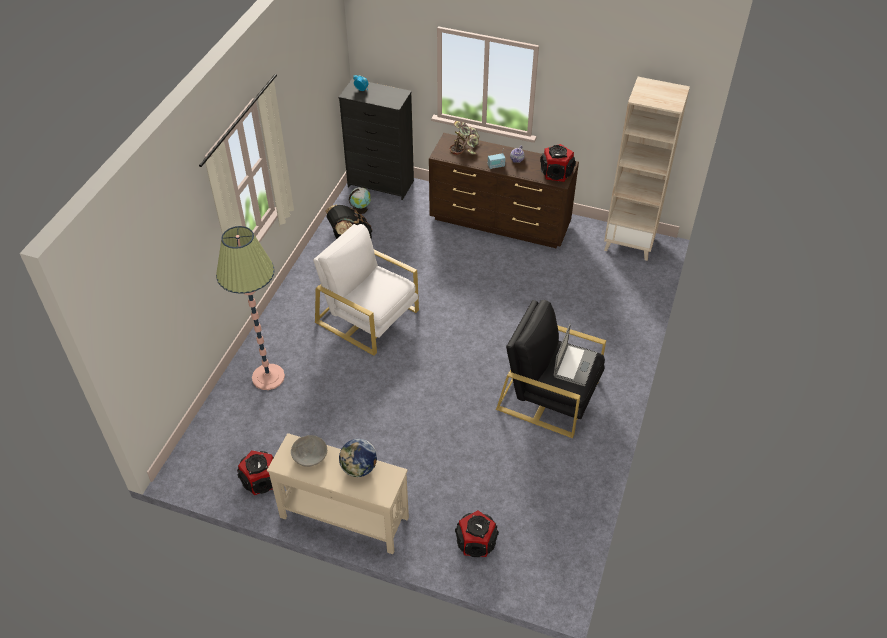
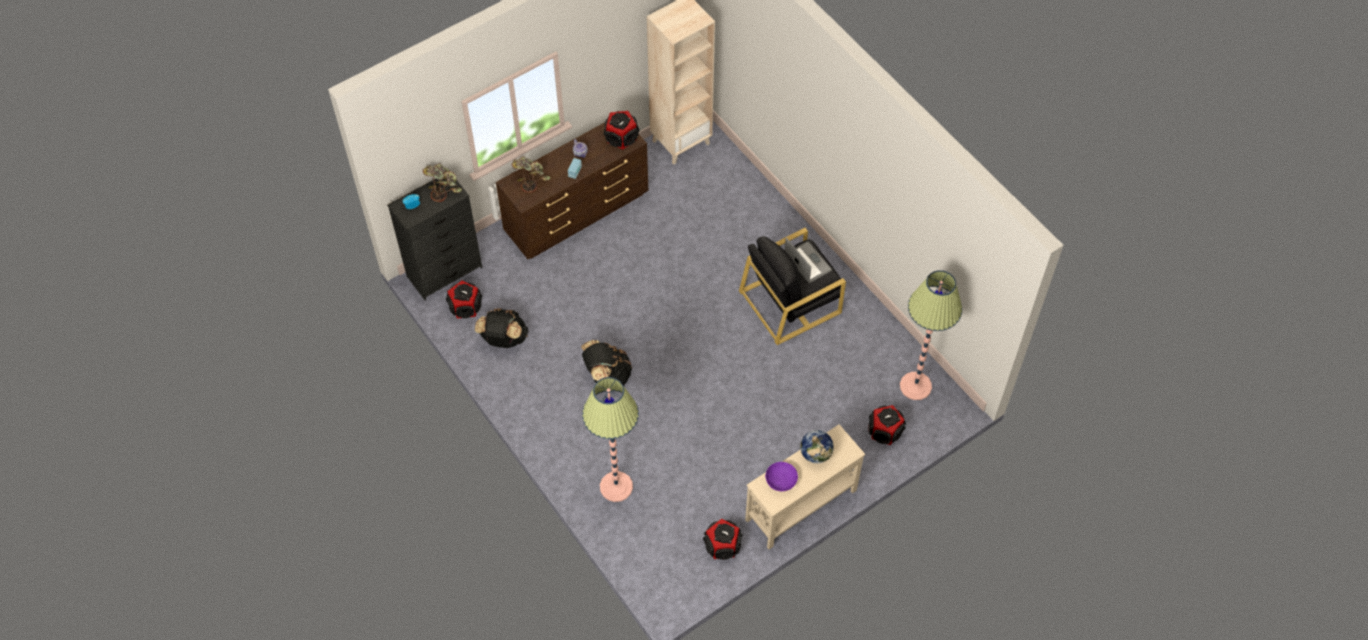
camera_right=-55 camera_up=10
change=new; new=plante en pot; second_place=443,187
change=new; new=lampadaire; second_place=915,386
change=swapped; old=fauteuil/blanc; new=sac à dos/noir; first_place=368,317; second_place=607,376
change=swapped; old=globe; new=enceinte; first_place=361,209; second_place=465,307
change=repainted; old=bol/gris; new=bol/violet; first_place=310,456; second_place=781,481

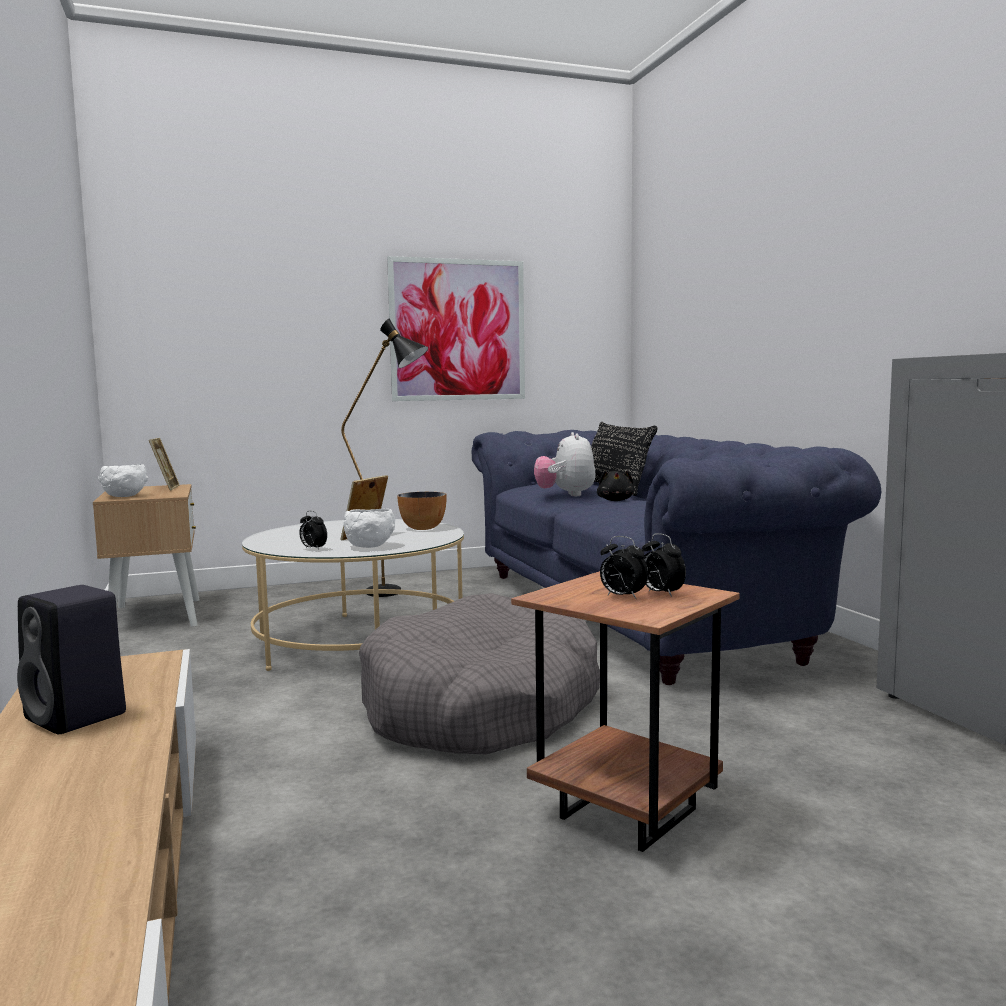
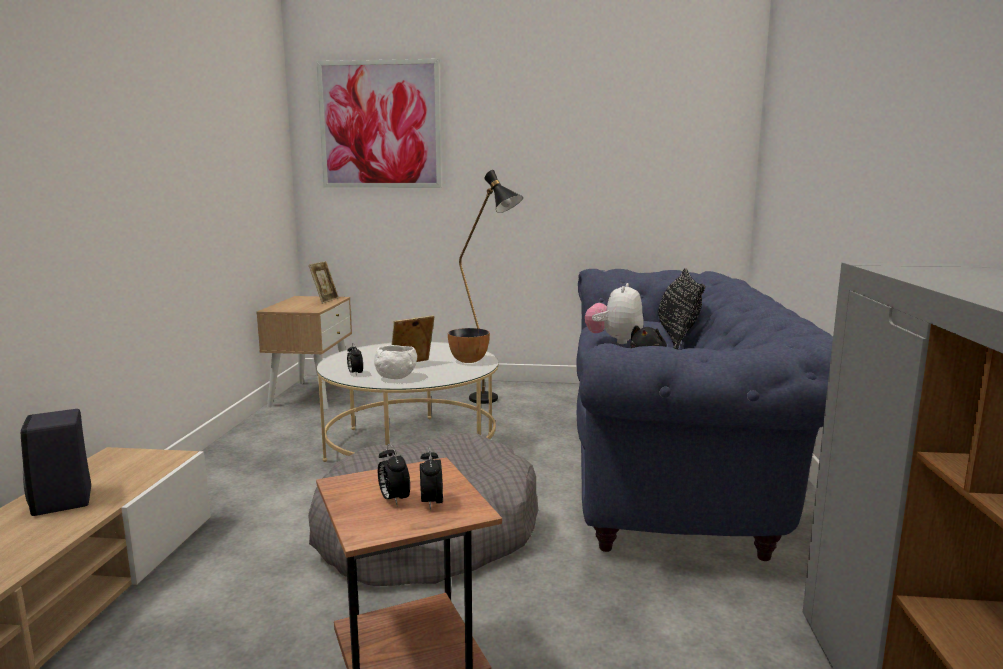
camera_right=25 camera_up=5
change=gone; old=bol/blanc; first_place=125,496
change=shifted; old=tableau; first_place=458,330; second_place=380,125

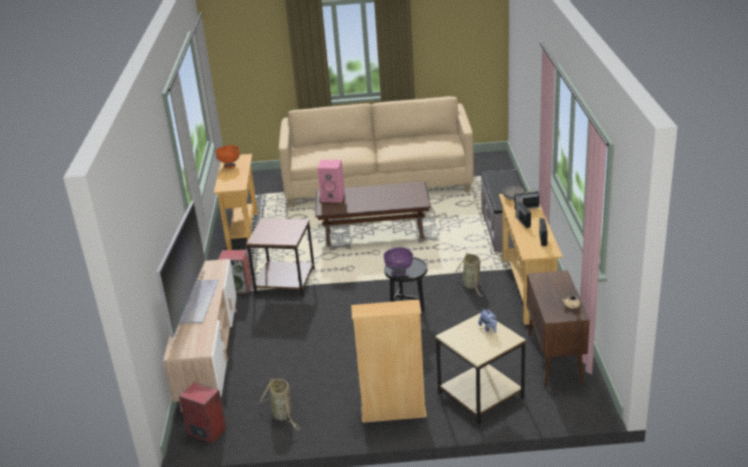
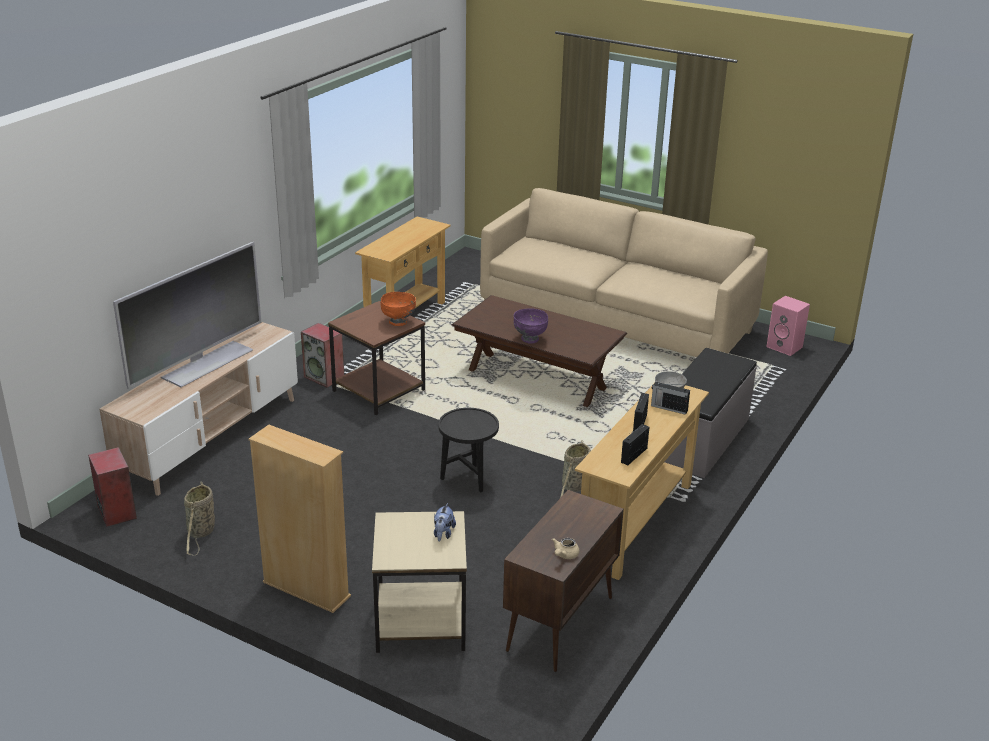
camera_right=30 camera_up=0
change=shifted; old=bol/orange; first_place=230,166; second_place=398,322
change=shifted; old=enceinte/rose; first_place=333,197; second_place=785,347
change=shifted; old=bol/violet; first_place=399,273; second_place=530,339

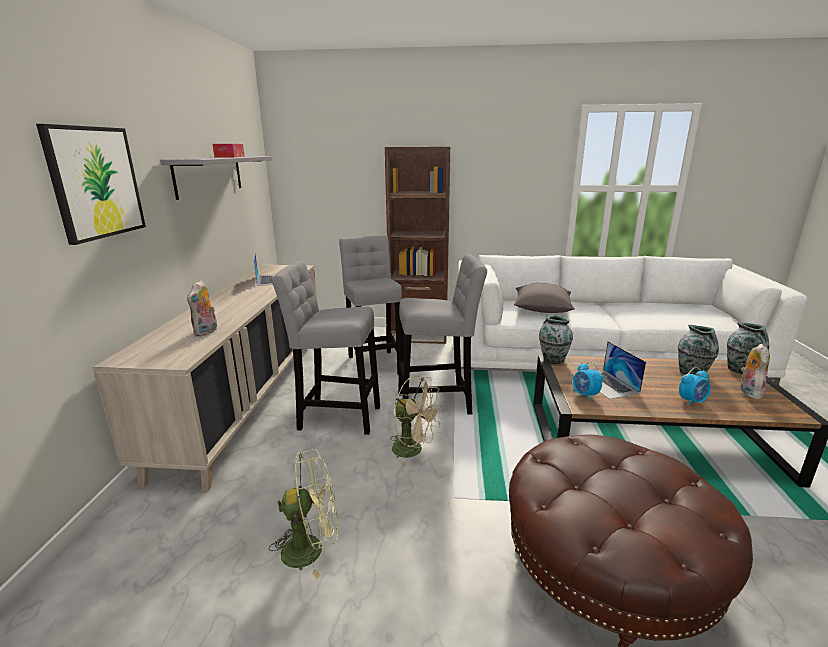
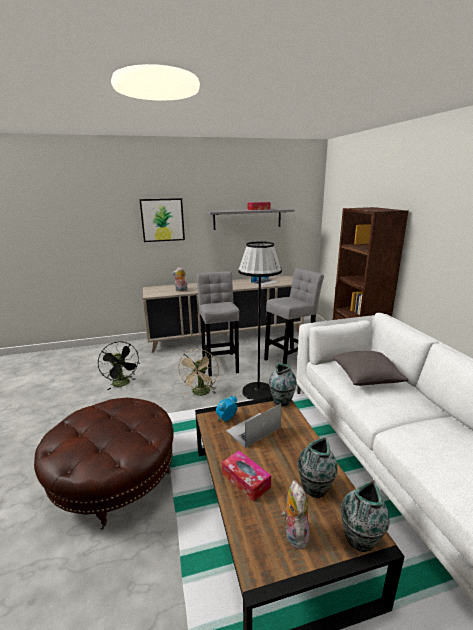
camera_right=70 camera_up=0
change=swapped; old=tabouret/gris; new=lampadaire/noir; first_place=438,403; second_place=258,391
change=swapped; old=réveil; new=boîte à mouchoirs; first_place=692,401; second_place=245,480
change=repainted; old=ventilateur/vert; new=ventilateur/noir; first_place=311,548; second_place=123,384
change=rotated; old=peluche; first_place=748,392; second_place=294,533; degrees=-90

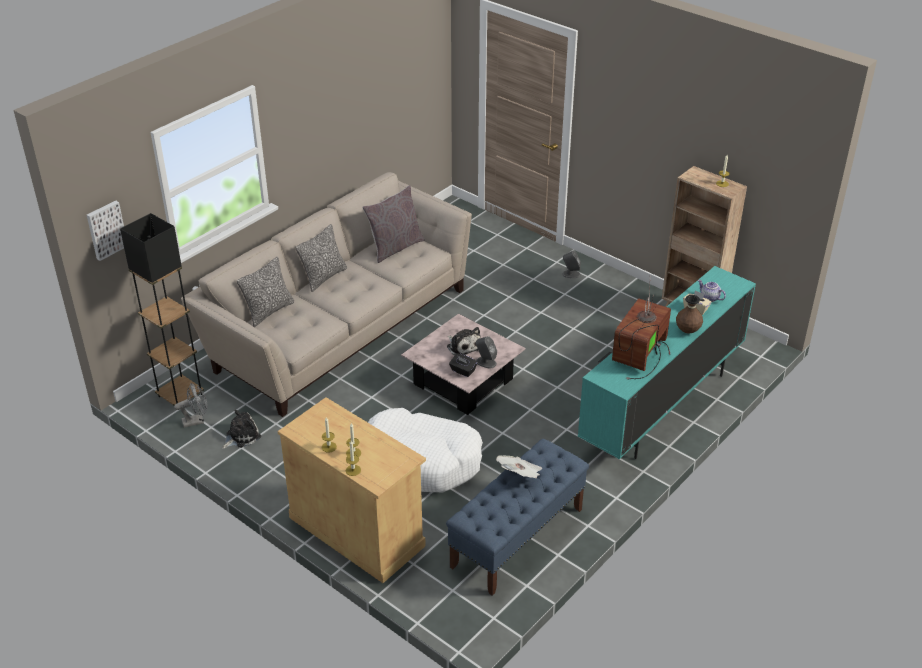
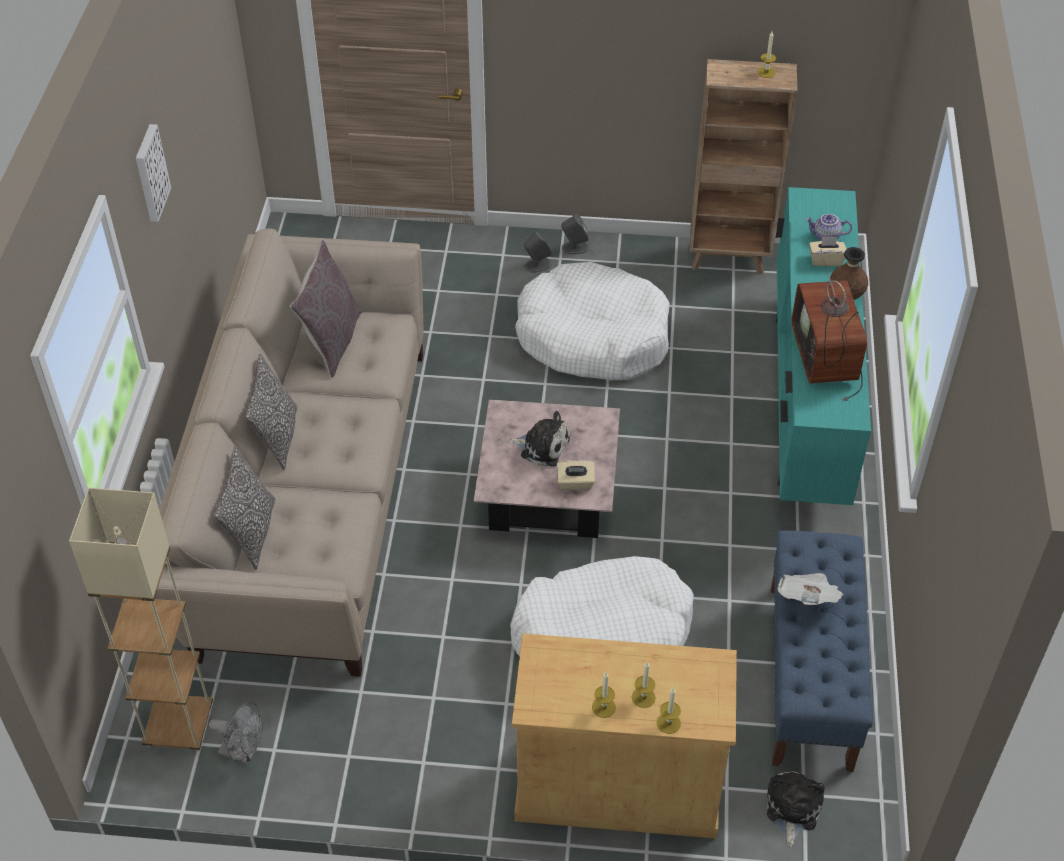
camera_right=-35 camera_up=10
change=new; new=panier pour chien/blanc; second_place=592,337
change=shifted; old=tableau; first_place=106,229; second_place=149,173
change=shifted; old=peluche; first_place=241,436; second_place=791,810
change=shifted; old=enceinte/gris; first_place=485,362; second_place=575,248
change=repainted; old=lampadaire/noir; new=lampadaire/beige; first_place=180,395; second_place=179,726
change=repainted; old=boîte à mouchoirs/noir; new=boîte à mouchoirs/beige; first_place=462,371; second_place=575,483
change=rotated; old=ventilateur/gris; first_place=196,421; second_place=243,753; degrees=75

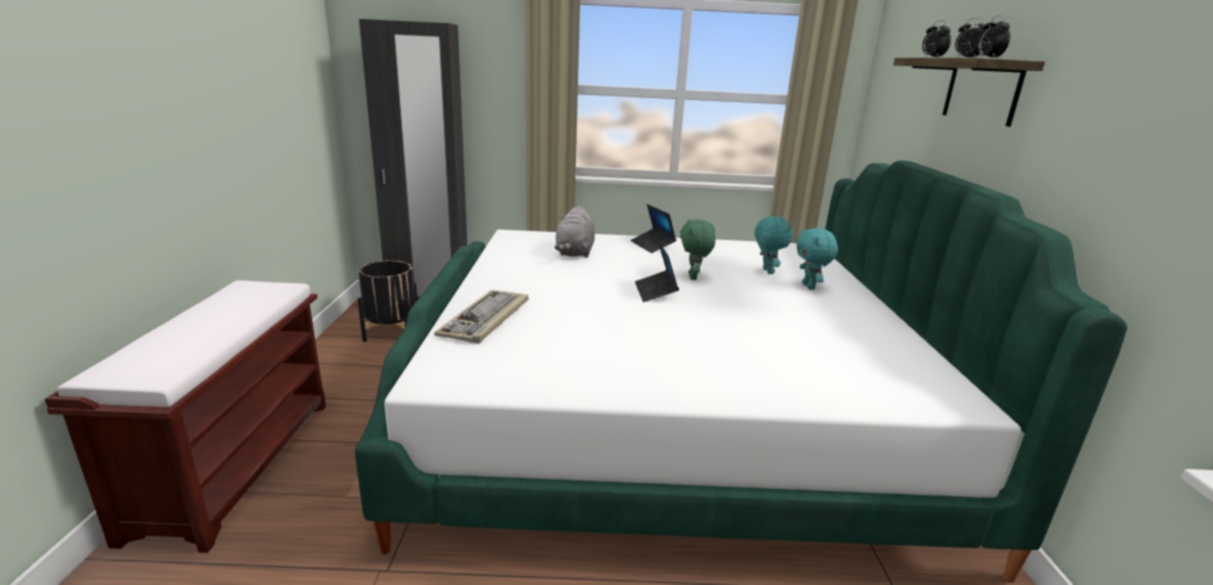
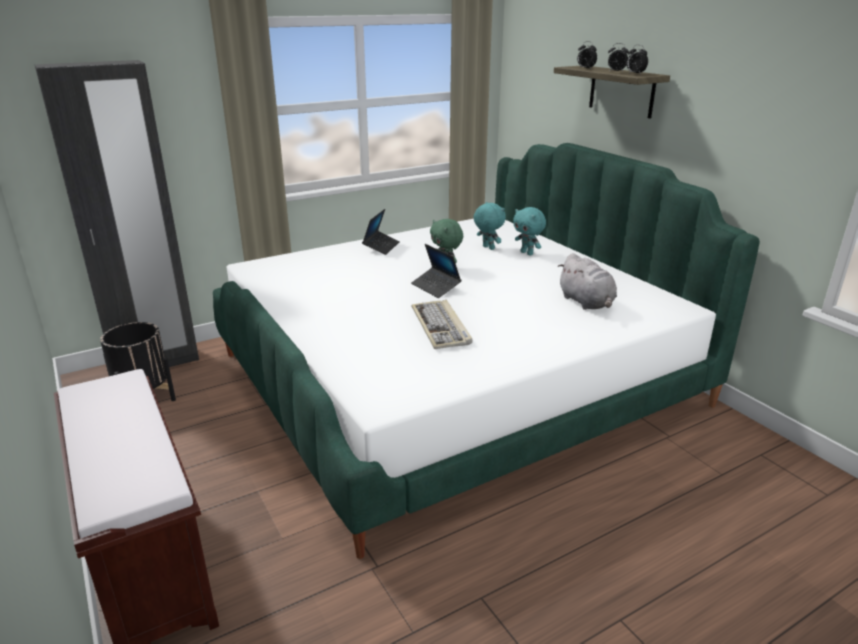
camera_right=-30 camera_up=5
change=shifted; old=clavier; first_place=486,319; second_place=441,327
change=shifted; old=peluche/gris; first_place=575,253; second_place=587,303
change=rotated; old=ordinateur portable; first_place=652,245; second_place=381,247; degrees=-105

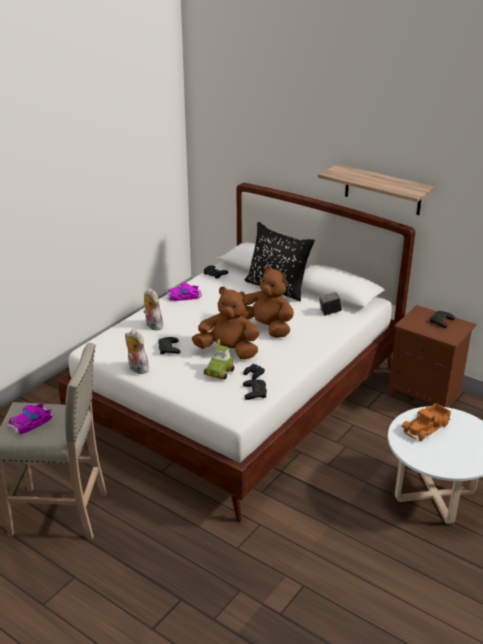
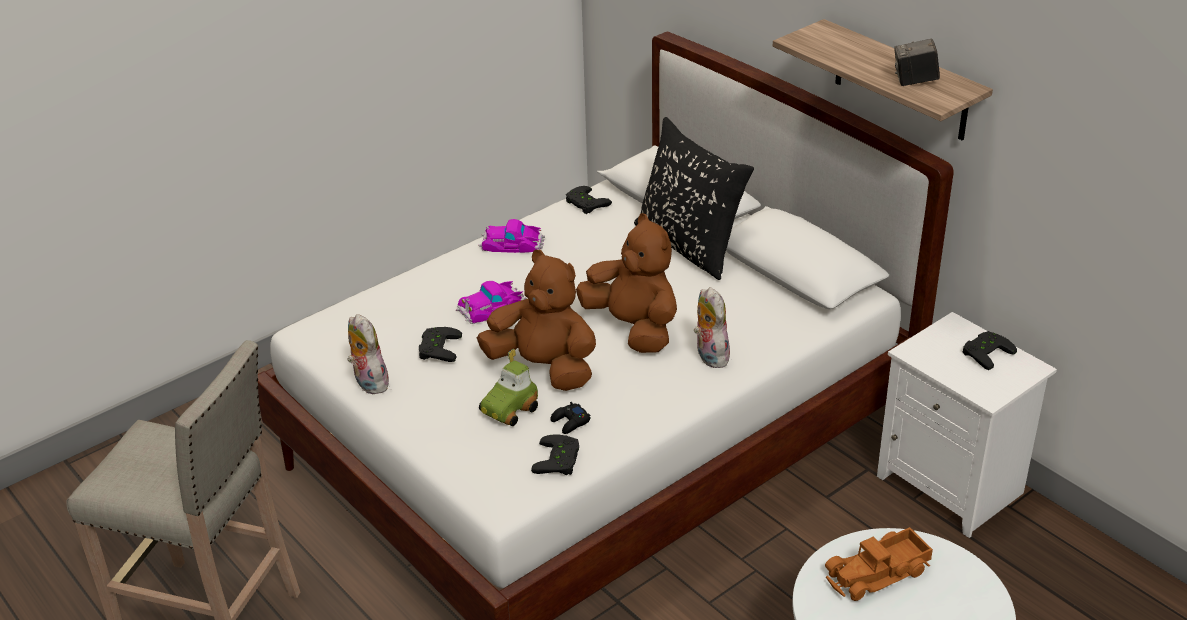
camera_right=15 camera_up=5
change=shifted; old=petite voiture; first_place=31,422; second_place=491,307
change=shifted; old=peluche; first_place=152,325; second_place=709,356
change=shifted; old=appareil photo; first_place=329,312; second_place=914,81
change=repainted; old=table de chevet/marron; new=table de chevet/blanc; first_place=426,394; second_place=953,486

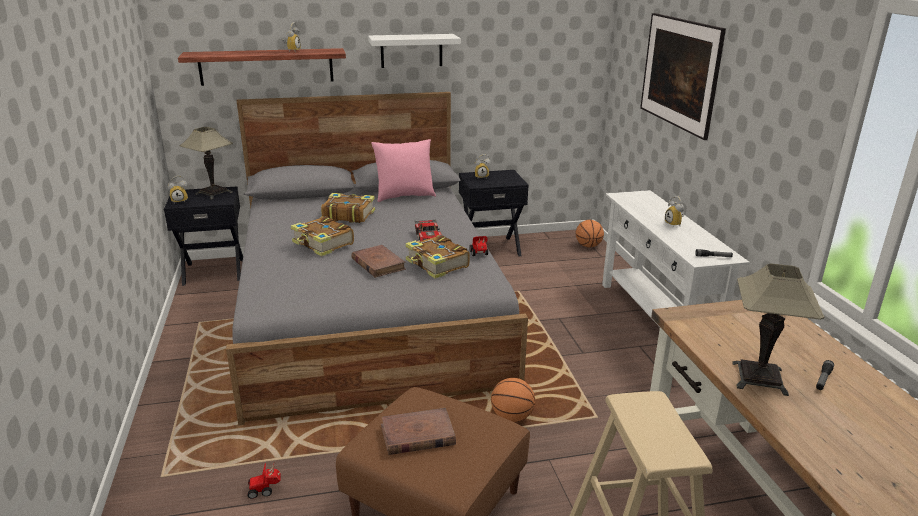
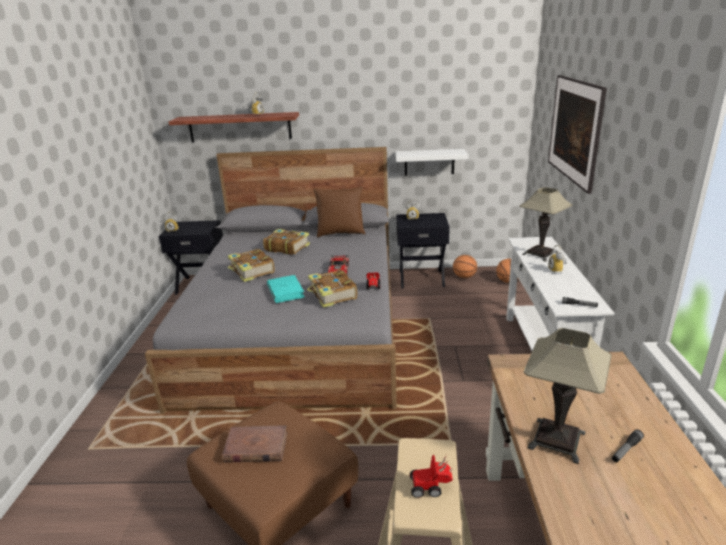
camera_right=15 camera_up=0
change=shifted; old=lampe de table; first_place=213,193; second_place=540,254
change=shifted; old=petite voiture; first_place=265,489; second_place=431,487
change=shifted; old=étagère/blanc; first_place=411,50; second_place=429,162
change=shifted; old=ballon de basket; first_place=512,417; second_place=464,277
change=repainted; old=livre/marron; new=livre/turquoise; first_place=378,264; second_place=285,291
change=repainted; old=coussin/rose; new=coussin/marron; first_place=404,196; second_place=340,233

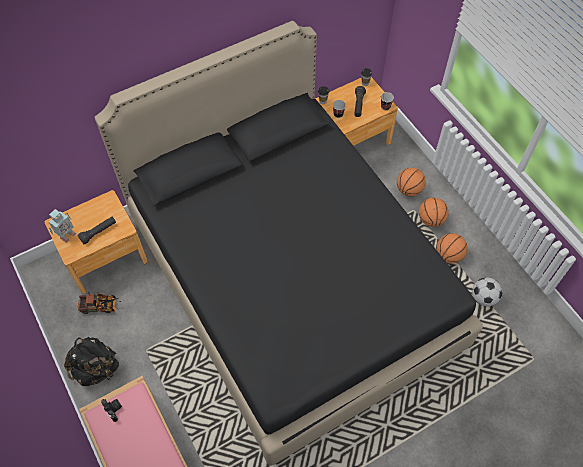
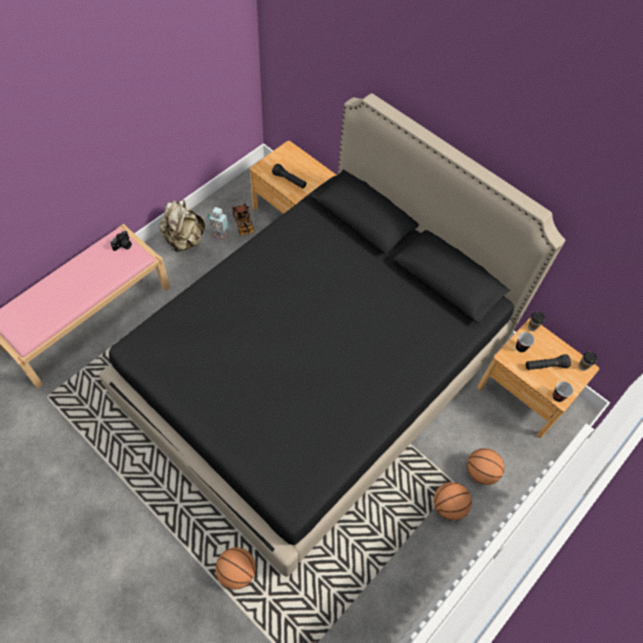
camera_right=70 camera_up=0
change=gone; old=ballon de foot; first_place=483,298
change=shifted; old=robot jouet; first_place=66,235; second_place=220,234
change=shifted; old=ballon de basket; first_place=448,255; second_place=237,572
change=repainted; old=sac à dos/noir; new=sac à dos/beige; first_place=96,369; second_place=183,240

